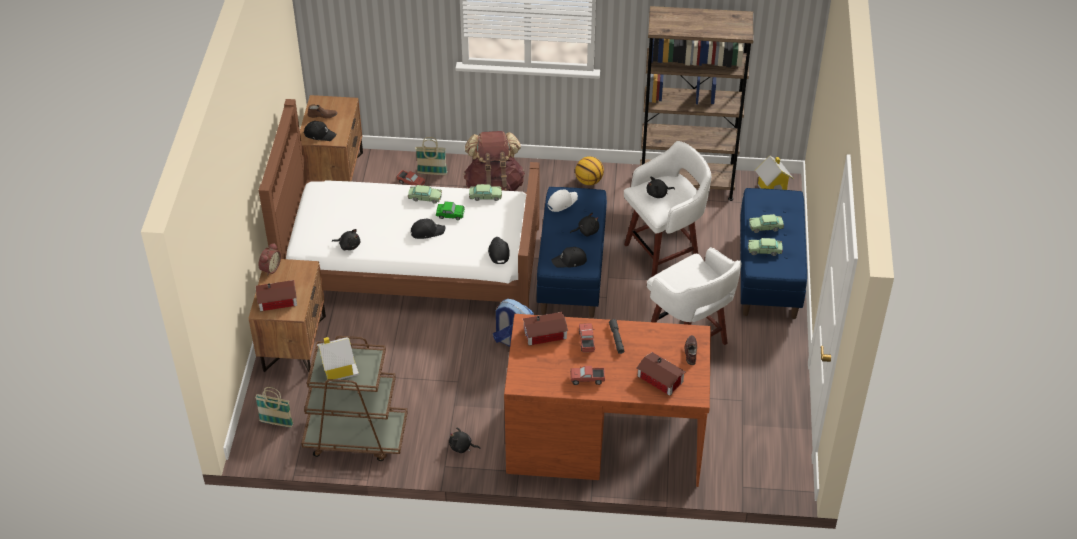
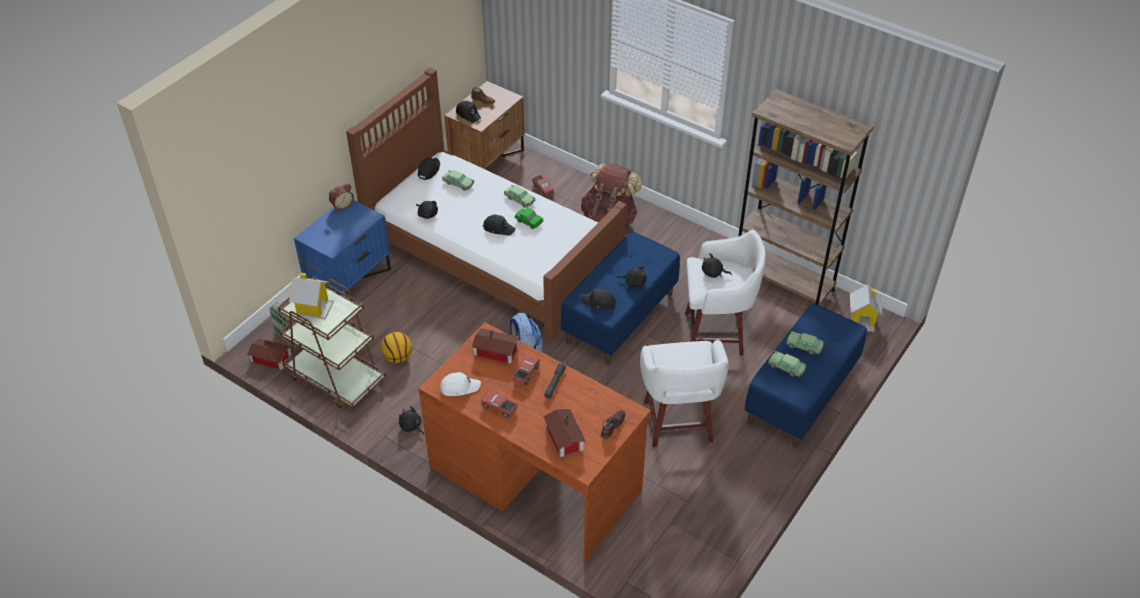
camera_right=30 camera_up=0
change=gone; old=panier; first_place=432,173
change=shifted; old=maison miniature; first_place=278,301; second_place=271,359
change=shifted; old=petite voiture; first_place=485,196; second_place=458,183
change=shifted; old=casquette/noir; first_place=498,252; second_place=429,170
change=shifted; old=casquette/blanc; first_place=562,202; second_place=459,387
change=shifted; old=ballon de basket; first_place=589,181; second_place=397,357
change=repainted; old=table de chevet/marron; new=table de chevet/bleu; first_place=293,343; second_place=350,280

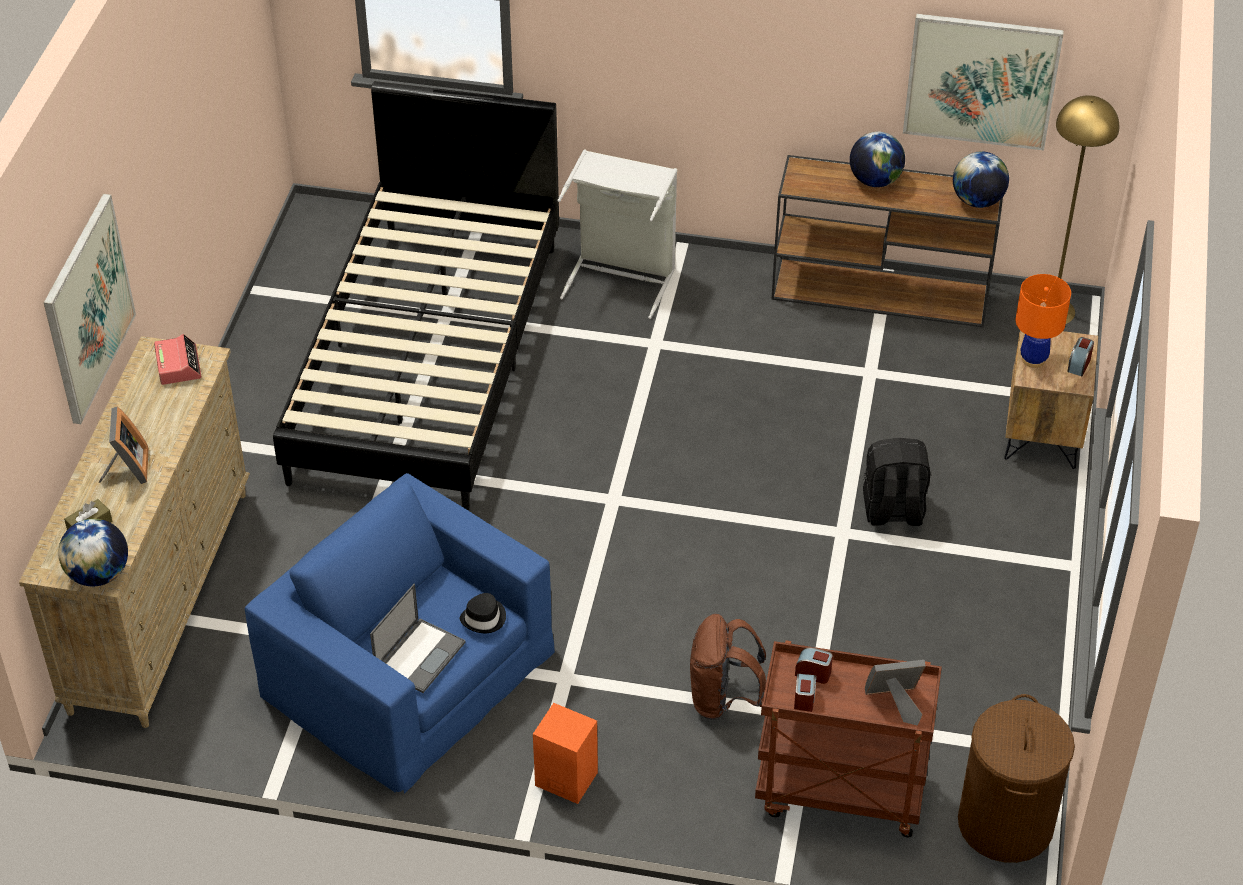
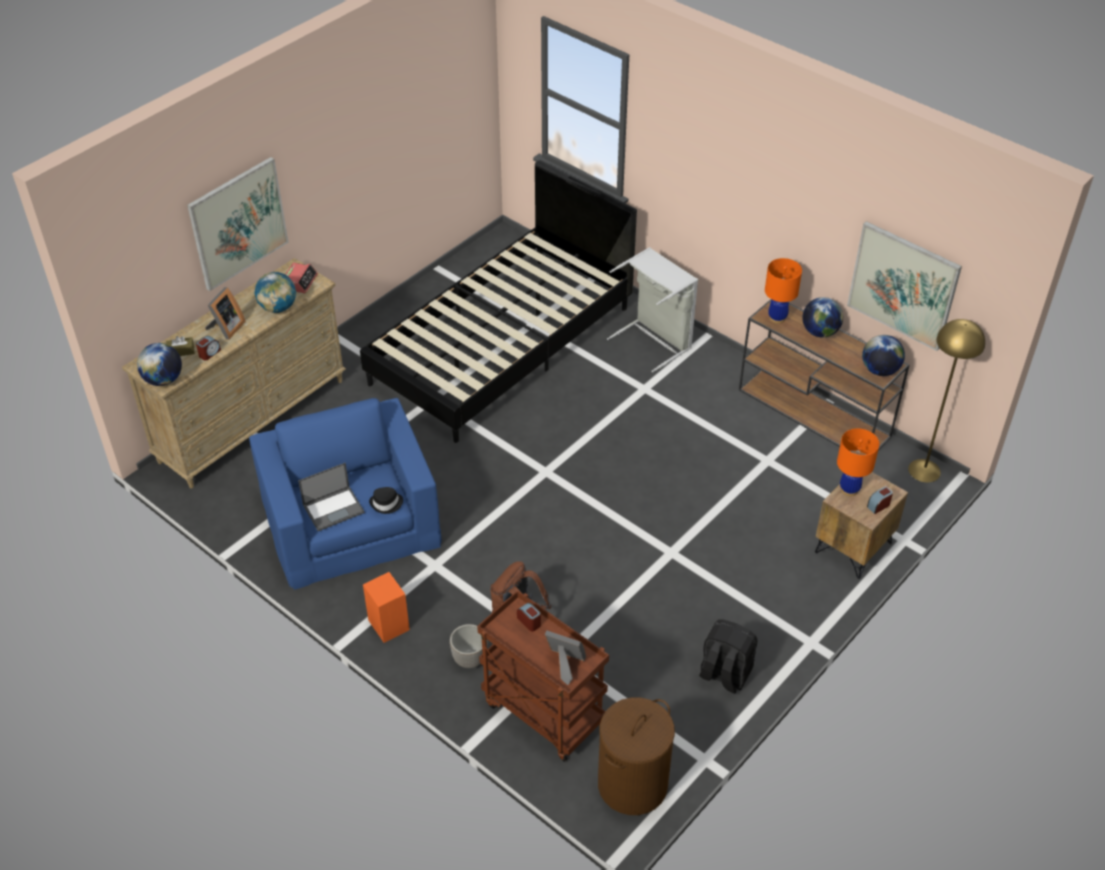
camera_right=30 camera_up=0
change=new; new=globe; second_place=278,307
change=new; new=cache-pot; second_place=469,659
change=new; new=lampe de table/orange; second_place=777,318
change=shifted; old=réveil; first_place=804,699; second_place=209,353
change=shifted; old=sac à dos/noir; first_place=892,511; second_place=724,674

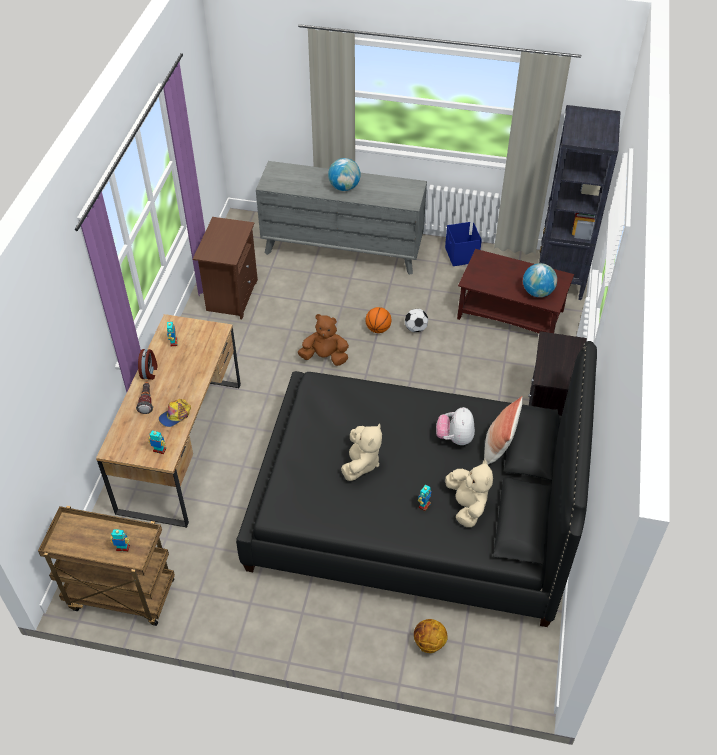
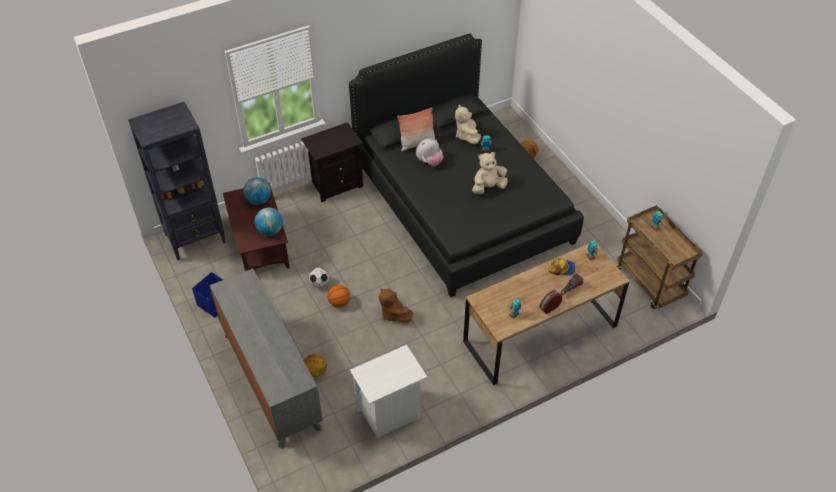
camera_right=-130 camera_up=0
change=new; new=ballon de basket; second_place=315,372
change=shifted; old=globe; first_place=344,187; second_place=270,230
change=repainted; old=table de chevet/marron; new=table de chevet/blanc; first_place=231,296; second_place=390,414
change=rotated; old=peluche/beige; first_place=467,505; second_place=467,136; degrees=-45

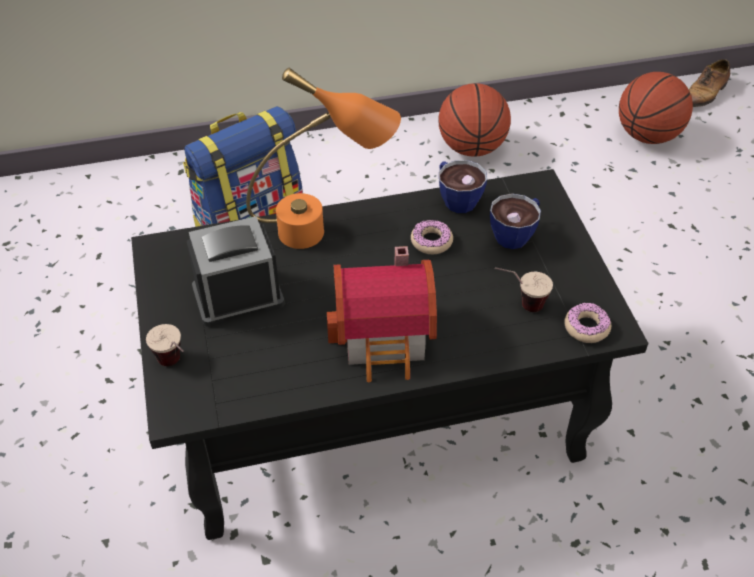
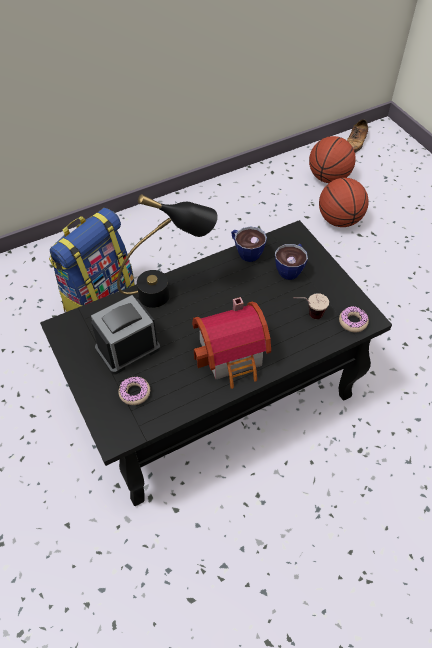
camera_right=-15 camera_up=5
change=gone; old=tasse; first_place=176,366
change=shifted; old=beignet; first_place=431,241; second_place=134,393
change=shifted; old=ballon de basket; first_place=471,148; second_place=339,220
change=repainted; old=lampe de table/orange; new=lampe de table/noir; first_place=324,232; second_place=169,292

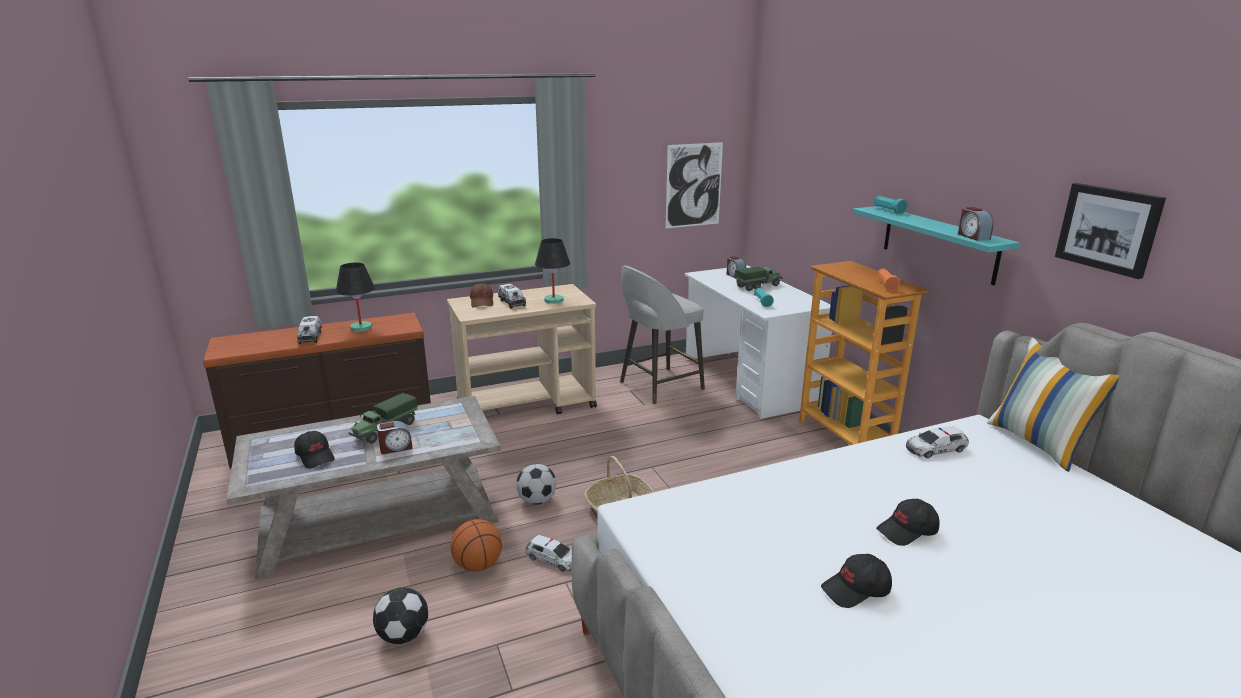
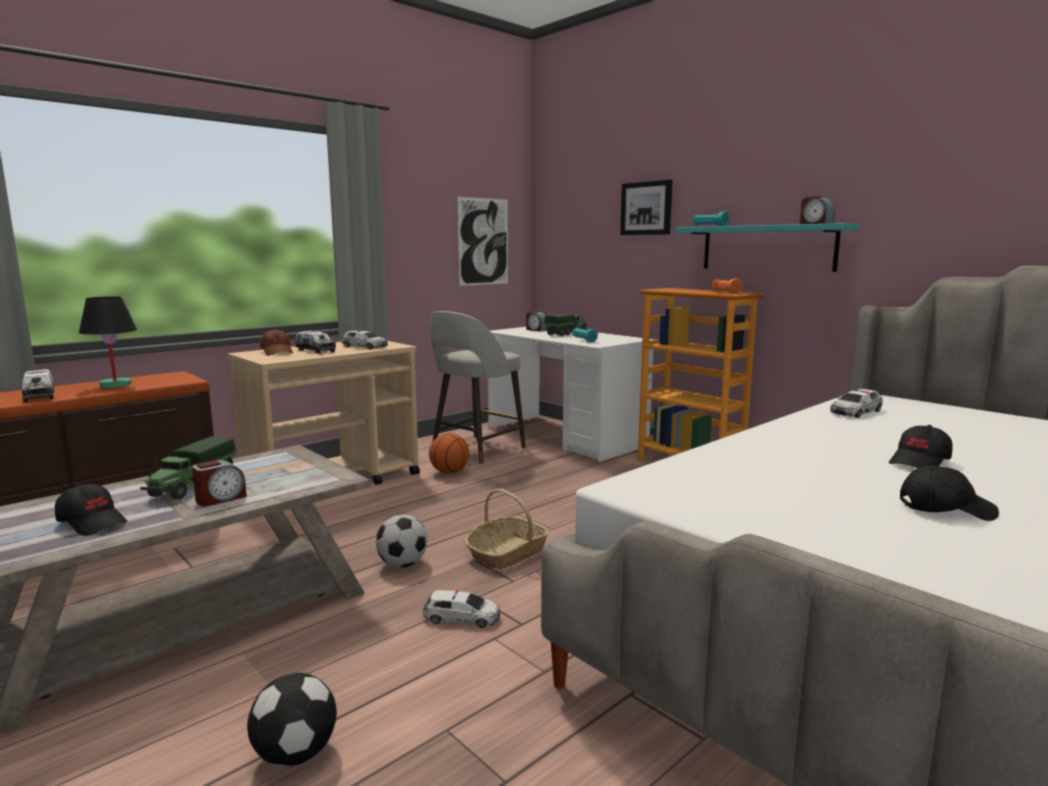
camera_right=-20 camera_up=-10
change=gone; old=coussin; first_place=1038,444
change=shifted; old=ballon de basket; first_place=478,565; second_place=449,472
change=shifted; old=tableau; first_place=1108,229; second_place=646,208
change=swapped; old=lampe de table/noir; new=petite voiture; first_place=554,300; second_place=365,347
change=rotated; old=casquette/noir; first_place=856,590; second_place=945,509; degrees=-135

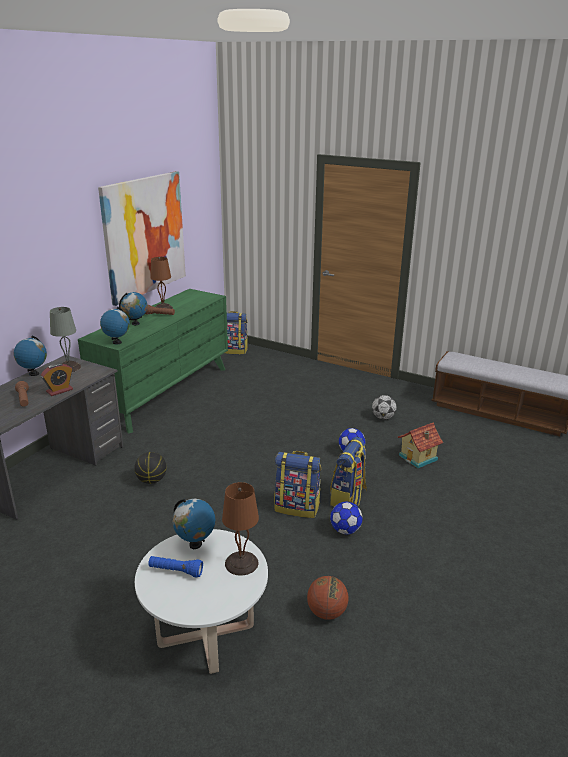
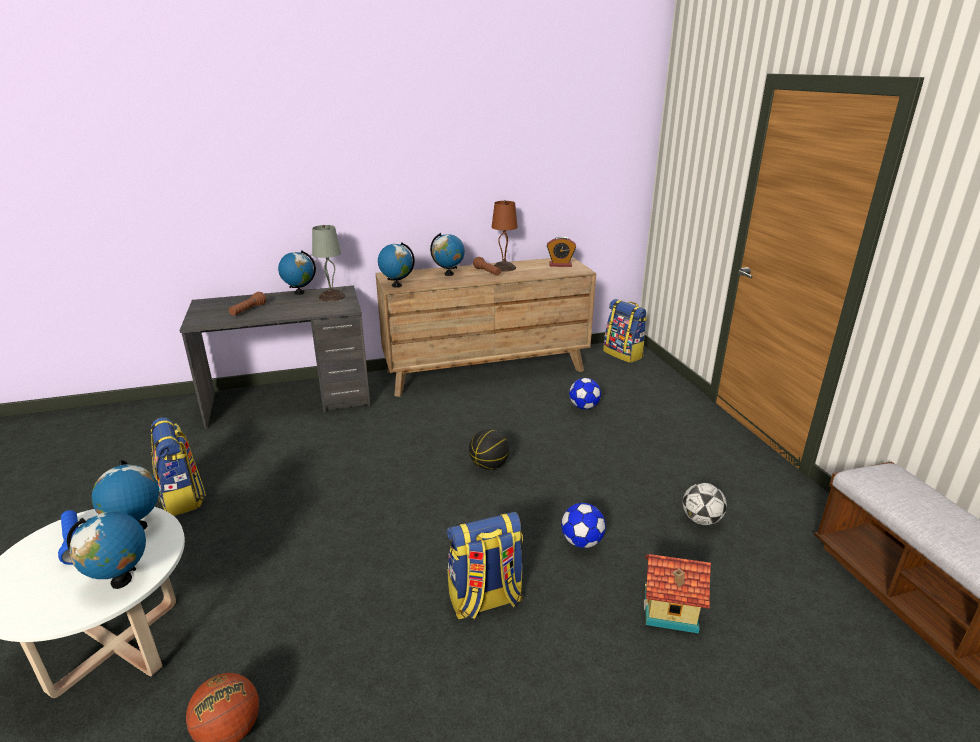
camera_right=45 camera_up=0
change=gone; old=tableau; first_place=144,236
change=shifted; old=réveil; first_place=59,390; second_place=560,265
change=shifted; old=ballon de basket; first_place=152,480; second_place=489,465
change=shifted; old=sac à dos; first_place=297,507; second_place=183,498
change=shifted; old=ballon de foot; first_place=345,530; second_place=584,407
change=swapped; old=lampe de table/marron; new=globe; first_place=242,563; second_place=121,581
change=repainted; old=commode/vert; new=commode/marron; first_place=164,392; second_place=486,371

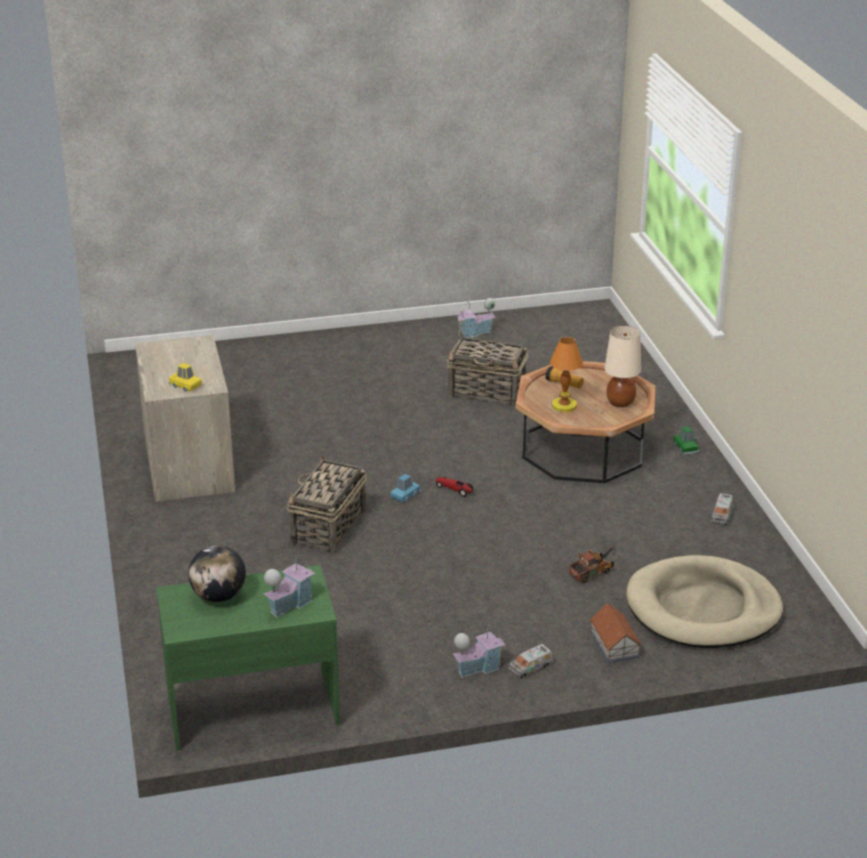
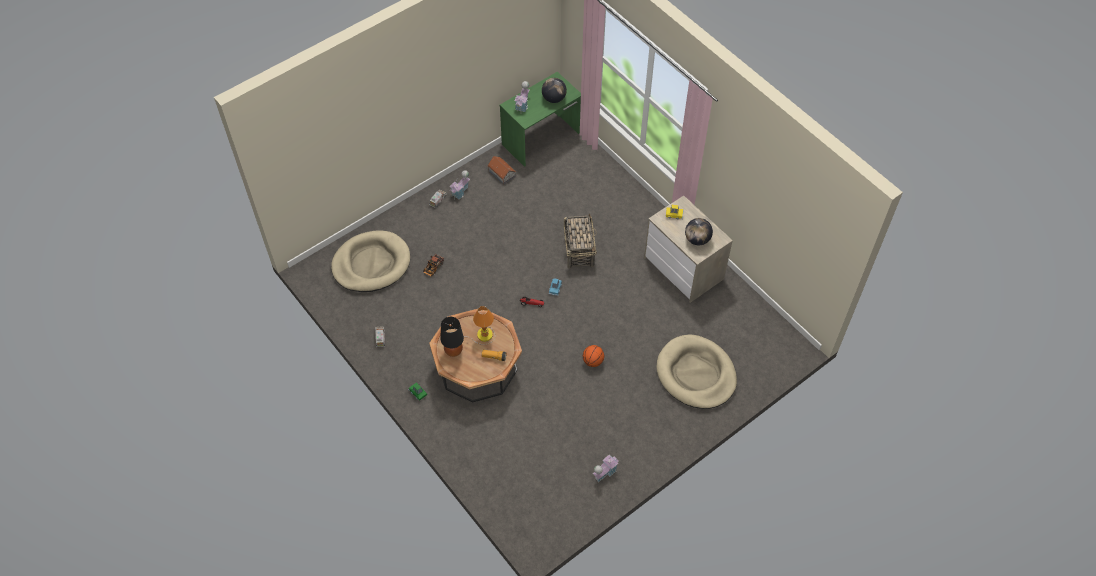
camera_right=155 camera_up=25
change=gone; old=panier; first_place=487,392
change=new; new=ballon de basket; second_place=593,361
change=new; new=panier pour chien/beige; second_place=696,374
change=new; new=globe; second_place=697,239
change=shifted; old=maison miniature; first_place=614,645; second_place=501,173
change=repainted; old=lampe de table/beige; new=lampe de table/noir; first_place=621,402; second_place=453,351

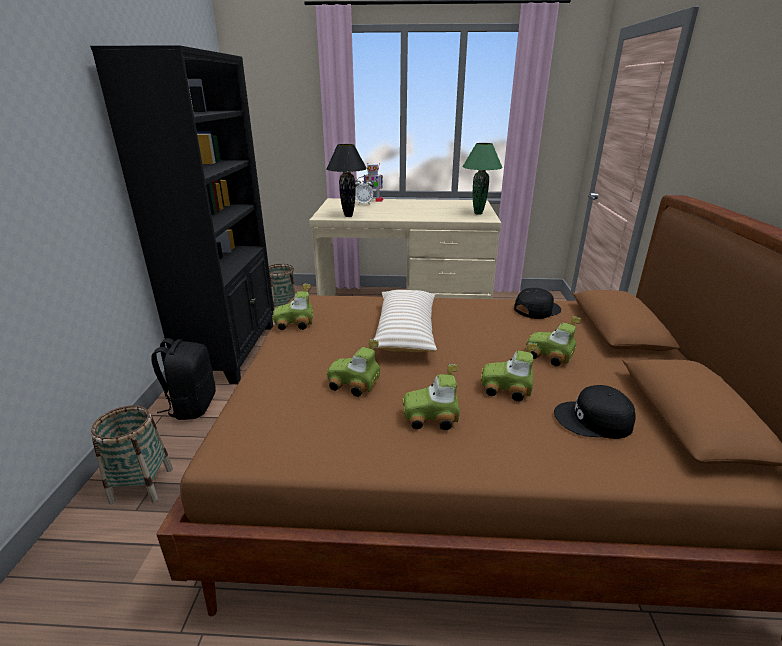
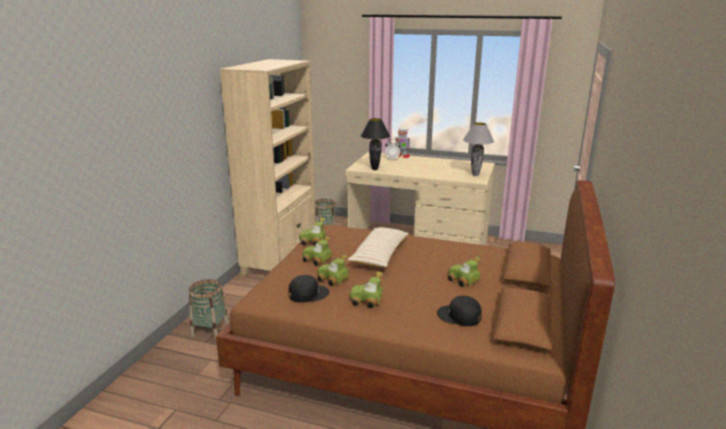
camera_right=15 camera_up=-5
change=gone; old=sac à dos/noir; first_place=192,406
change=shifted; old=petite voiture; first_place=506,389; second_place=316,260
change=shifted; old=casquette/noir; first_place=536,309; second_place=308,293
change=repainted; old=bibliothèque/noir; new=bibliothèque/beige; first_place=232,351; second_place=280,259
change=repainted; old=lampe de table/vert; new=lampe de table/gris; first_place=478,213; second_place=475,175

